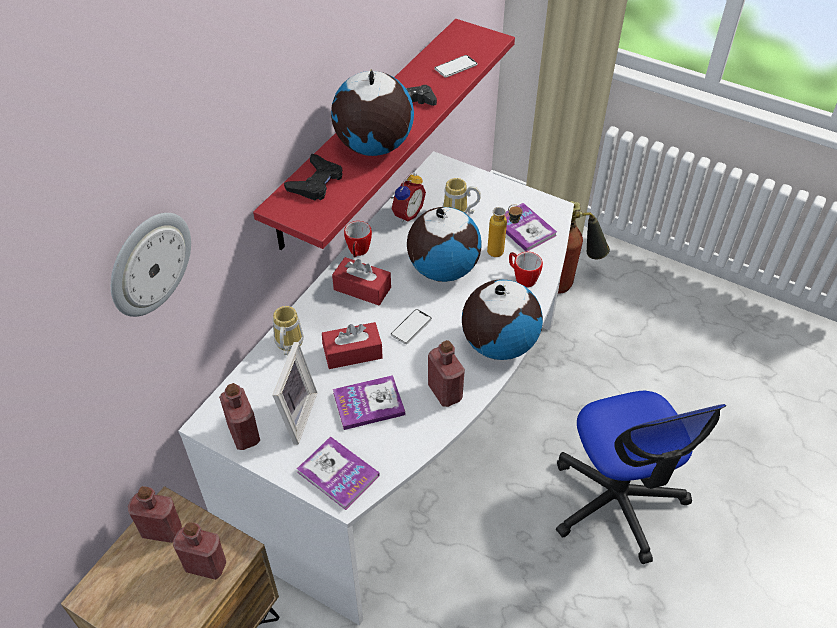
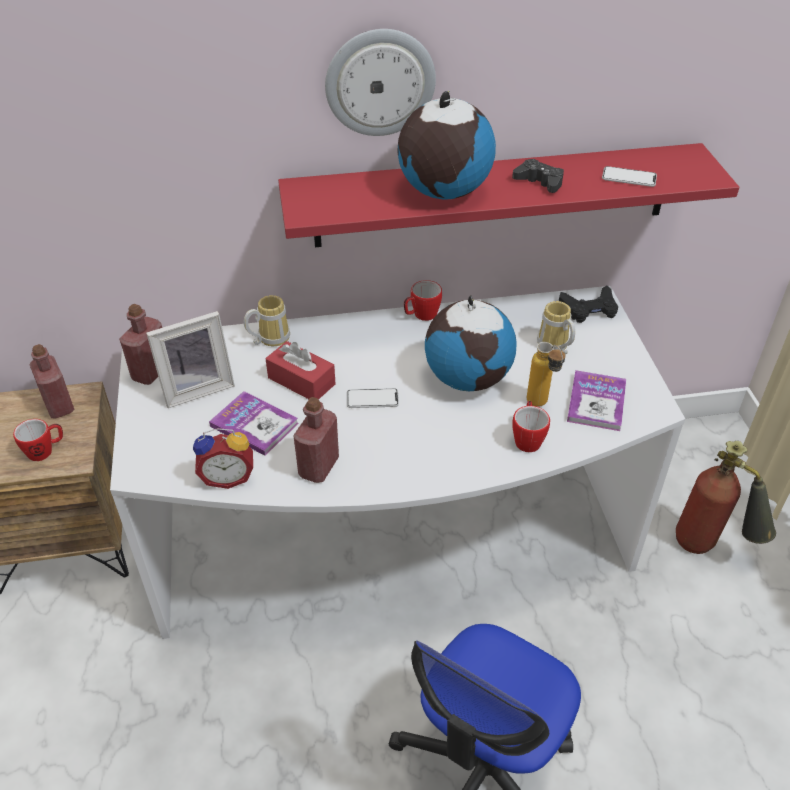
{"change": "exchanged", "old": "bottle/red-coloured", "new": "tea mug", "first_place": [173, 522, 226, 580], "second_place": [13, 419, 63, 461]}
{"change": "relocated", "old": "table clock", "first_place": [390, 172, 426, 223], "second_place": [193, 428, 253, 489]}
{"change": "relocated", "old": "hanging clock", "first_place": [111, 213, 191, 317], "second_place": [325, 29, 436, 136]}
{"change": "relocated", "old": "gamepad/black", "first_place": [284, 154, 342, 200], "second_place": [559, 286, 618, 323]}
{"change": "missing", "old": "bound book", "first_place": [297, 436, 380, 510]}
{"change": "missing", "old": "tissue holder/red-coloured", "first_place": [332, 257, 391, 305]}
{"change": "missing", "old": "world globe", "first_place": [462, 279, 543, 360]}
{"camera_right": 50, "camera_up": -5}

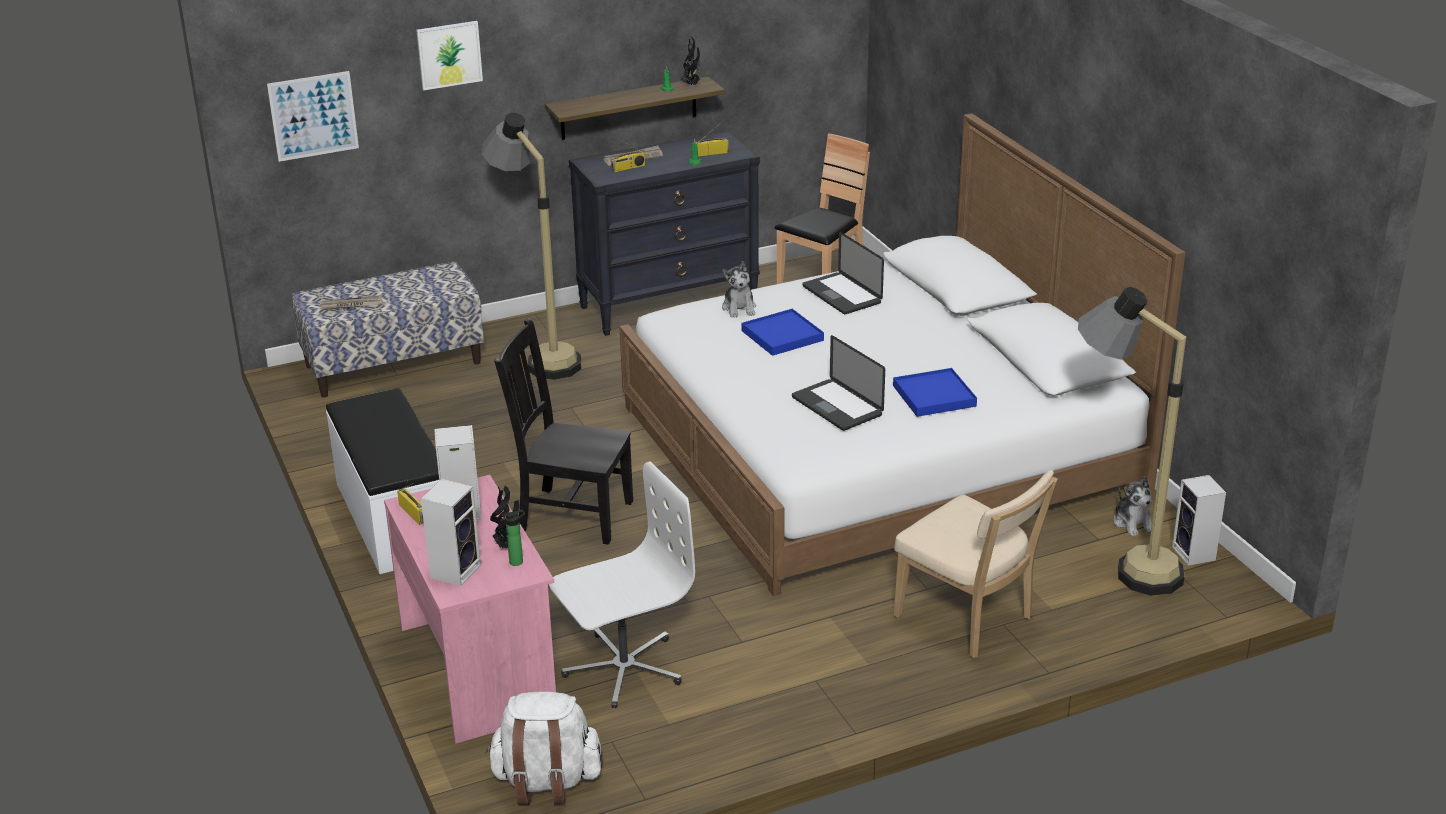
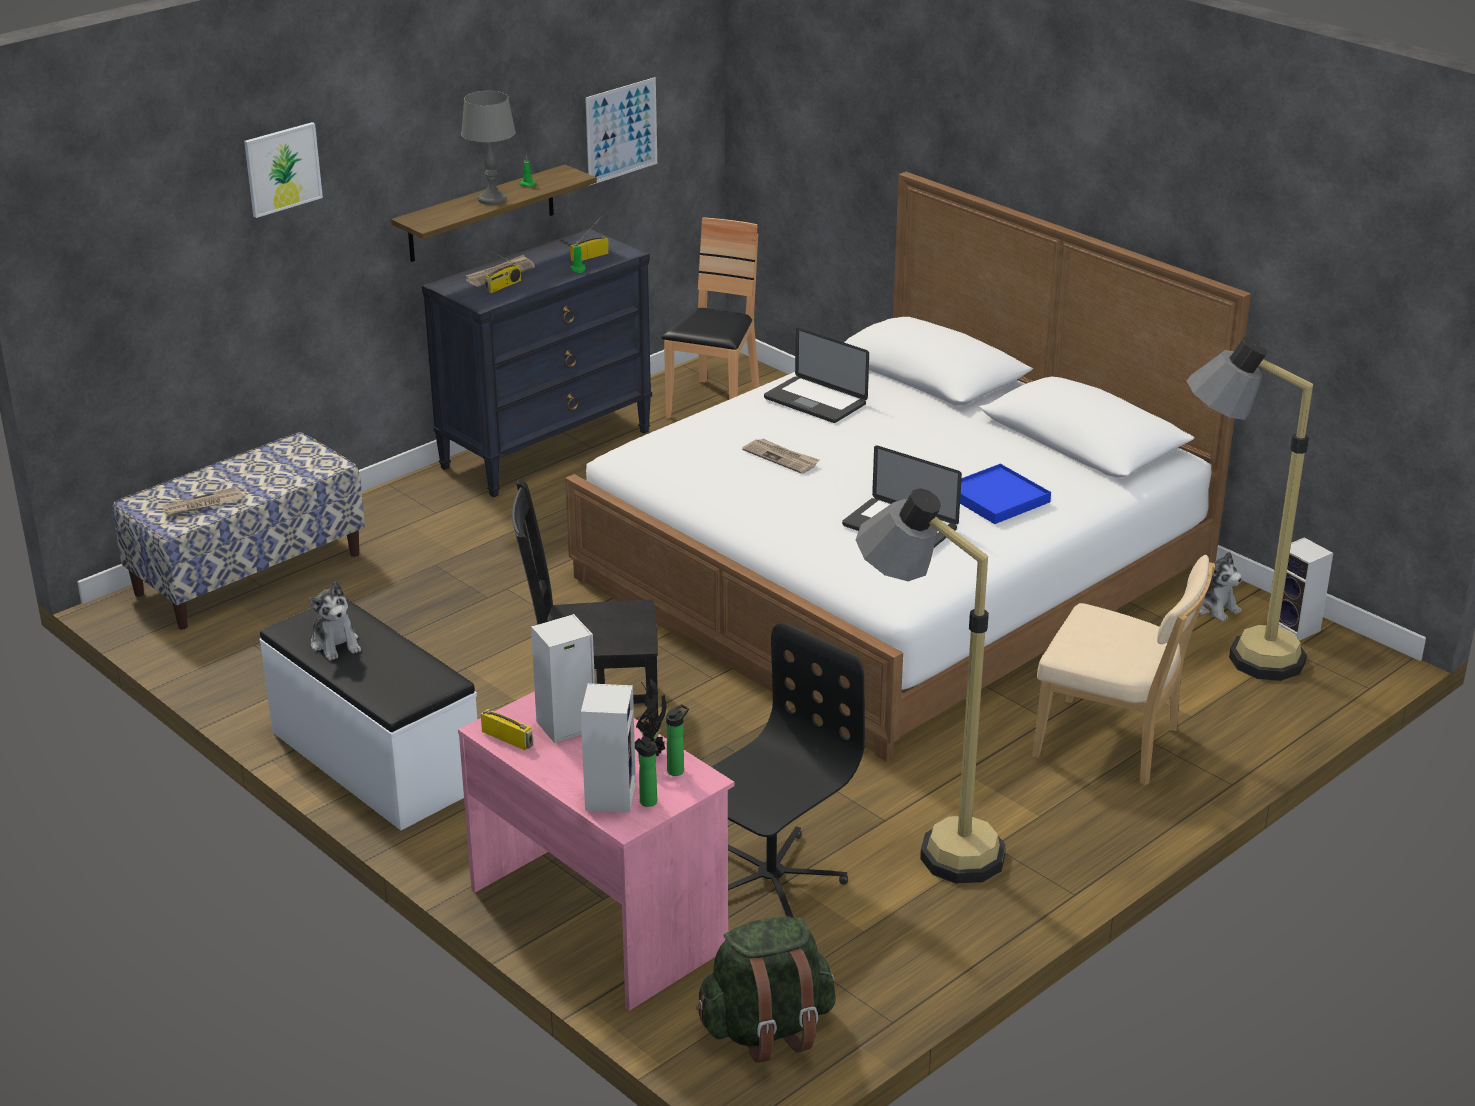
{"change": "relocated", "old": "cuddly toy", "first_place": [722, 261, 756, 318], "second_place": [309, 581, 361, 661]}
{"change": "appeared", "new": "table lamp/grey", "second_place": [461, 91, 516, 205]}
{"change": "relocated", "old": "picture", "first_place": [267, 71, 359, 162], "second_place": [585, 77, 657, 186]}
{"change": "appeared", "new": "bottle", "second_place": [638, 736, 658, 807]}
{"change": "colour", "old": "rucksack/whitish", "new": "rucksack/green-coloured", "first_place": [486, 692, 603, 805], "second_place": [696, 916, 836, 1063]}
{"change": "colour", "old": "desk chair/whitish", "new": "desk chair/black", "first_place": [549, 461, 695, 708], "second_place": [712, 622, 865, 918]}
{"change": "exchanged", "old": "tray/bluish", "new": "newspaper", "first_place": [742, 309, 824, 356], "second_place": [742, 439, 819, 474]}
{"change": "relocated", "old": "floor lamp", "first_place": [482, 113, 581, 380], "second_place": [856, 488, 1006, 884]}
{"change": "missing", "old": "potted plant", "first_place": [681, 37, 700, 86]}
{"camera_right": -20, "camera_up": 0}

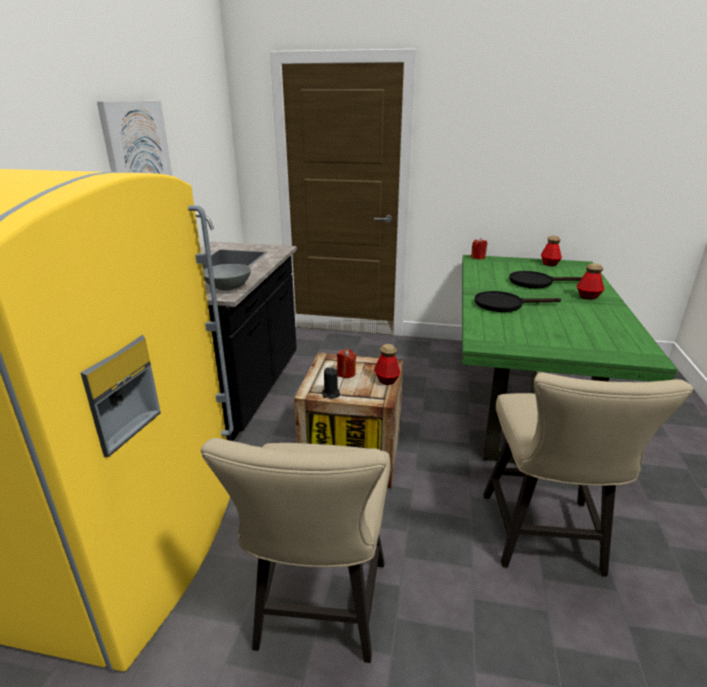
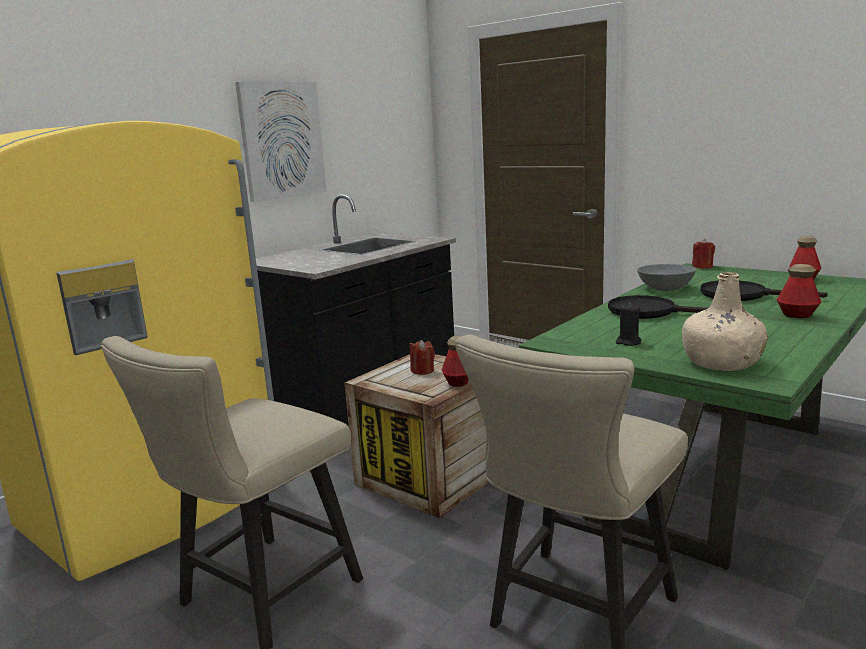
{"change": "relocated", "old": "wax light/black", "first_place": [322, 368, 340, 398], "second_place": [616, 303, 641, 346]}
{"change": "relocated", "old": "serving bowl/grey", "first_place": [203, 264, 251, 291], "second_place": [637, 264, 696, 291]}
{"change": "appeared", "new": "bottle/beige", "second_place": [682, 272, 768, 371]}
{"camera_right": 30, "camera_up": -10}

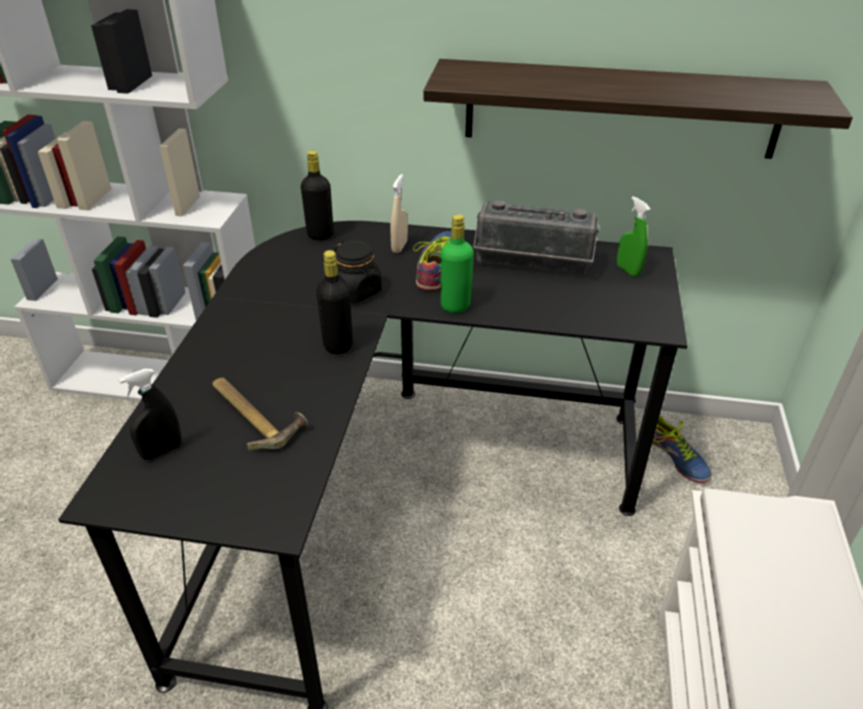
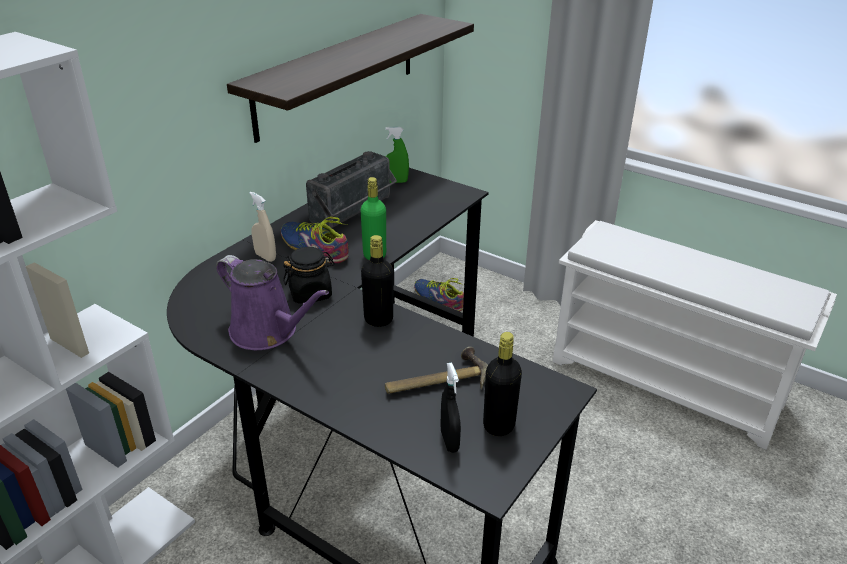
{"change": "appeared", "new": "sprinkling can/purplish", "second_place": [216, 255, 329, 350]}
{"change": "spun", "old": "low shoe", "first_place": [652, 415, 712, 483], "second_place": [414, 278, 464, 311], "degrees": -135}
{"change": "relocated", "old": "bottle/black", "first_place": [301, 151, 334, 240], "second_place": [483, 332, 522, 436]}
{"camera_right": -65, "camera_up": -5}

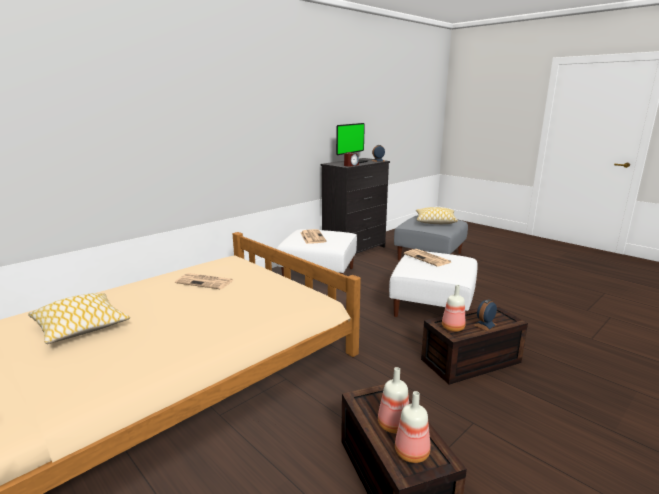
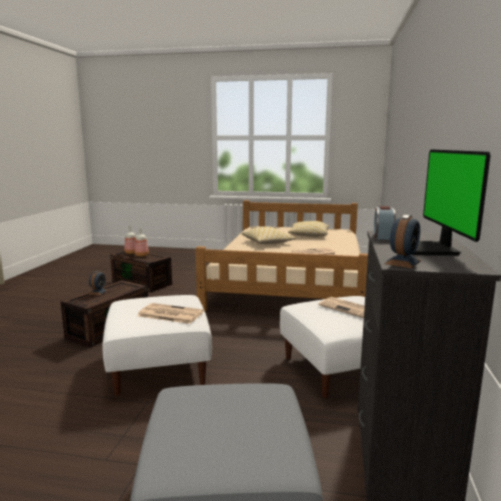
{"change": "relocated", "old": "throw pillow", "first_place": [416, 207, 458, 224], "second_place": [241, 227, 296, 244]}
{"change": "missing", "old": "bottle", "first_place": [442, 285, 465, 332]}
{"camera_right": 145, "camera_up": -5}

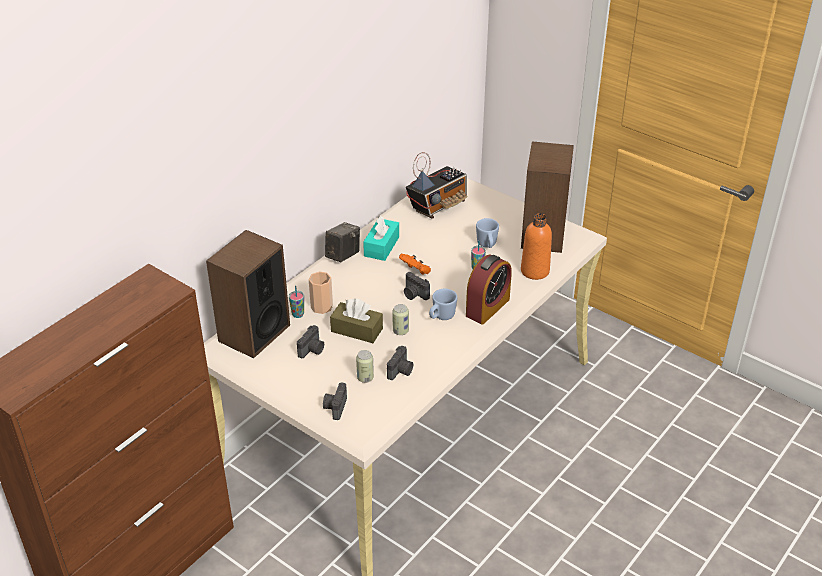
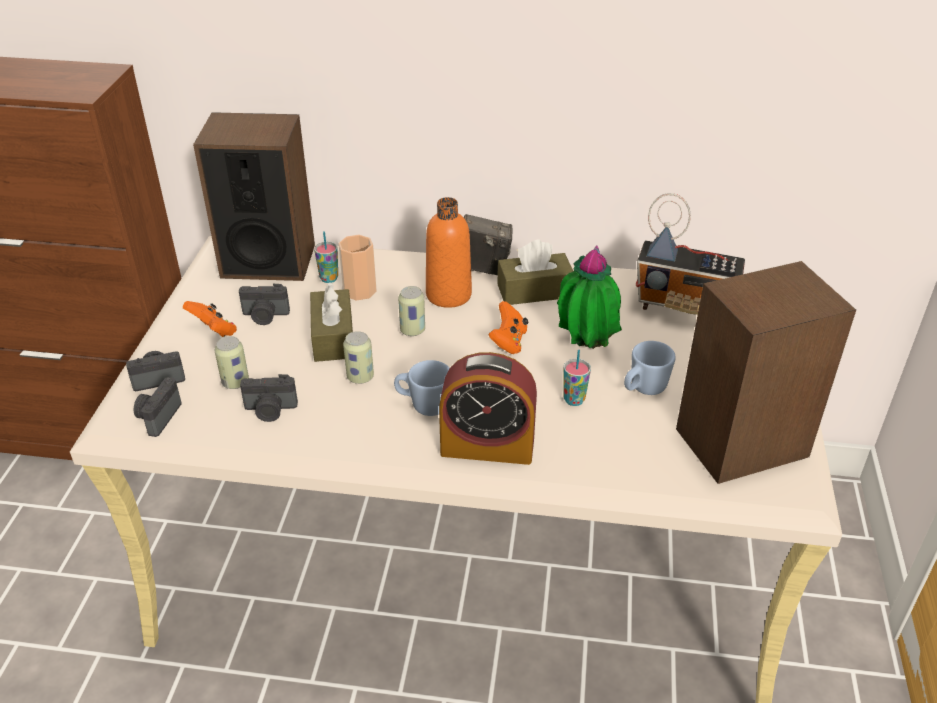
{"change": "relocated", "old": "still camera", "first_place": [404, 272, 430, 300], "second_place": [134, 377, 182, 437]}
{"change": "appeared", "new": "gamepad/orange-coloured", "second_place": [183, 301, 237, 337]}
{"change": "appeared", "new": "sealed can", "second_place": [398, 286, 425, 336]}
{"change": "relocated", "old": "bottle/orange-coloured", "first_place": [521, 213, 552, 280], "second_place": [426, 197, 472, 308]}
{"change": "colour", "old": "tissue holder/blue-green", "new": "tissue holder/brownish", "first_place": [363, 216, 399, 261], "second_place": [497, 239, 573, 305]}
{"change": "appeared", "new": "potted plant", "second_place": [557, 246, 622, 349]}
{"camera_right": 60, "camera_up": 0}

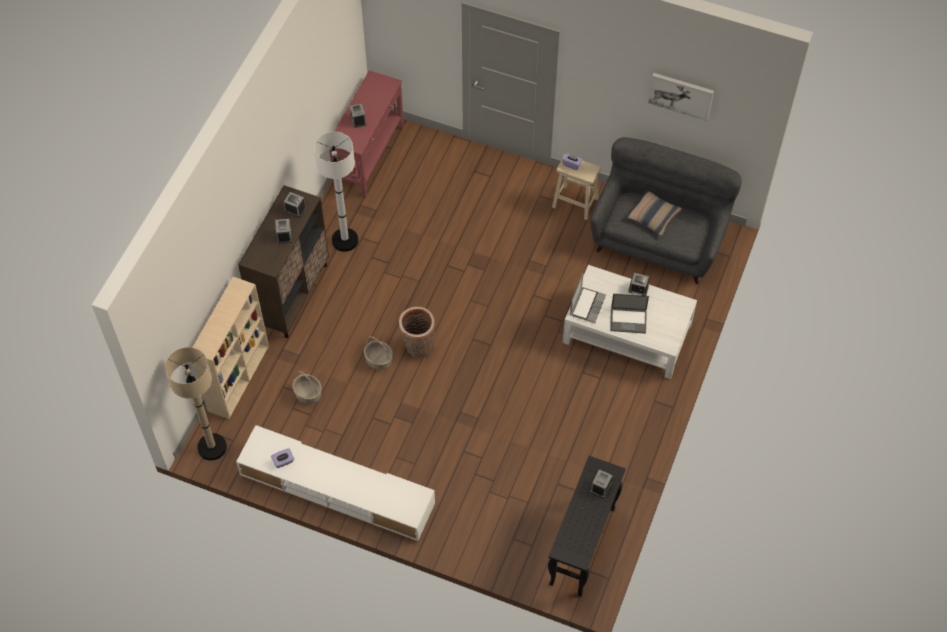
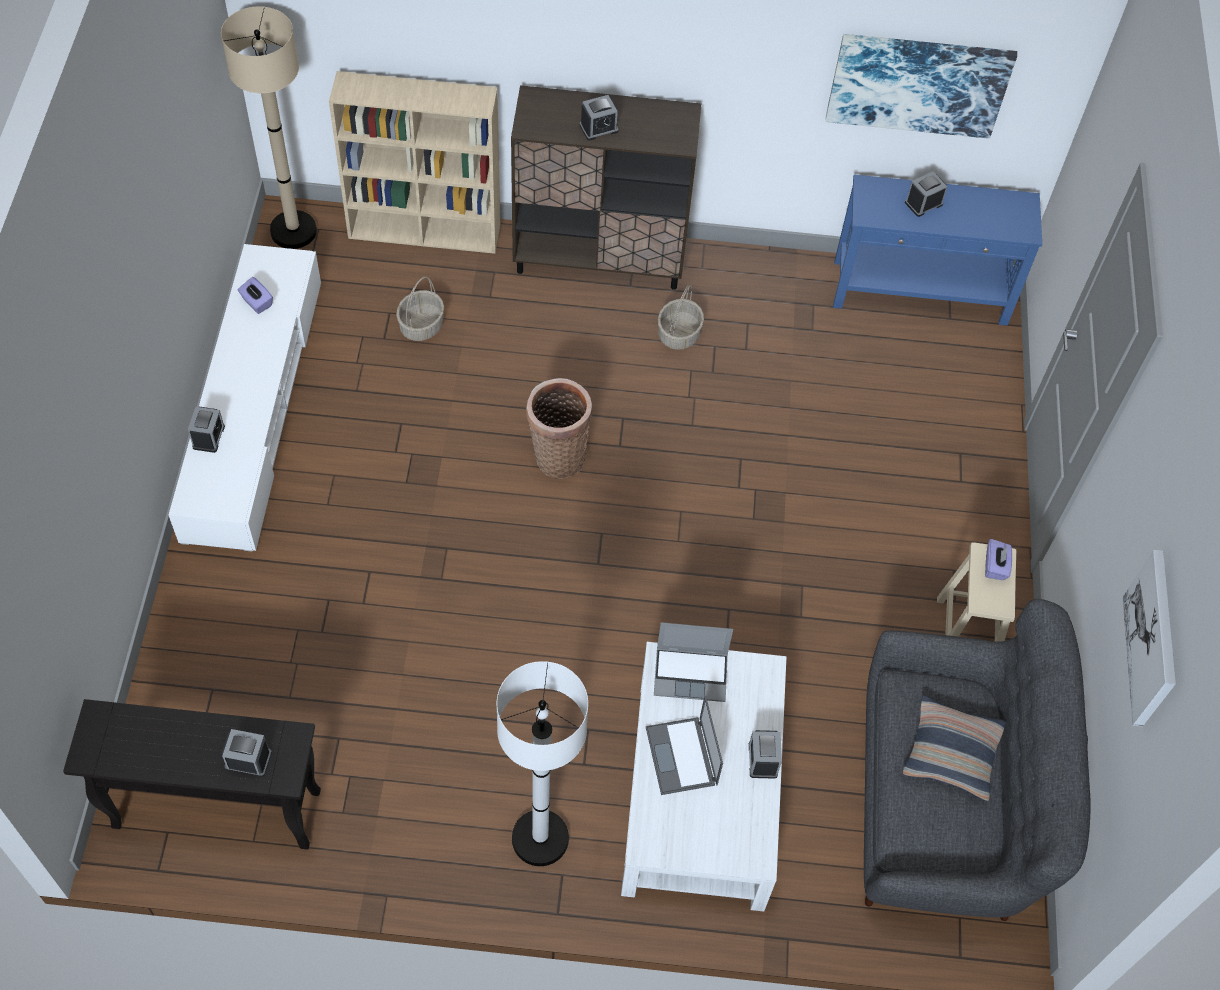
{"change": "relocated", "old": "table clock", "first_place": [284, 192, 306, 217], "second_place": [188, 407, 225, 453]}
{"change": "relocated", "old": "floor lamp/whitish", "first_place": [314, 132, 358, 252], "second_place": [497, 661, 588, 866]}
{"change": "relocated", "old": "basket", "first_place": [364, 336, 393, 370], "second_place": [658, 285, 704, 350]}
{"change": "appeared", "new": "picture", "second_place": [826, 34, 1017, 139]}
{"change": "colour", "old": "narrow table/red-coloured", "new": "narrow table/bluish", "first_place": [329, 70, 404, 197], "second_place": [833, 174, 1042, 326]}
{"camera_right": 70, "camera_up": 0}

